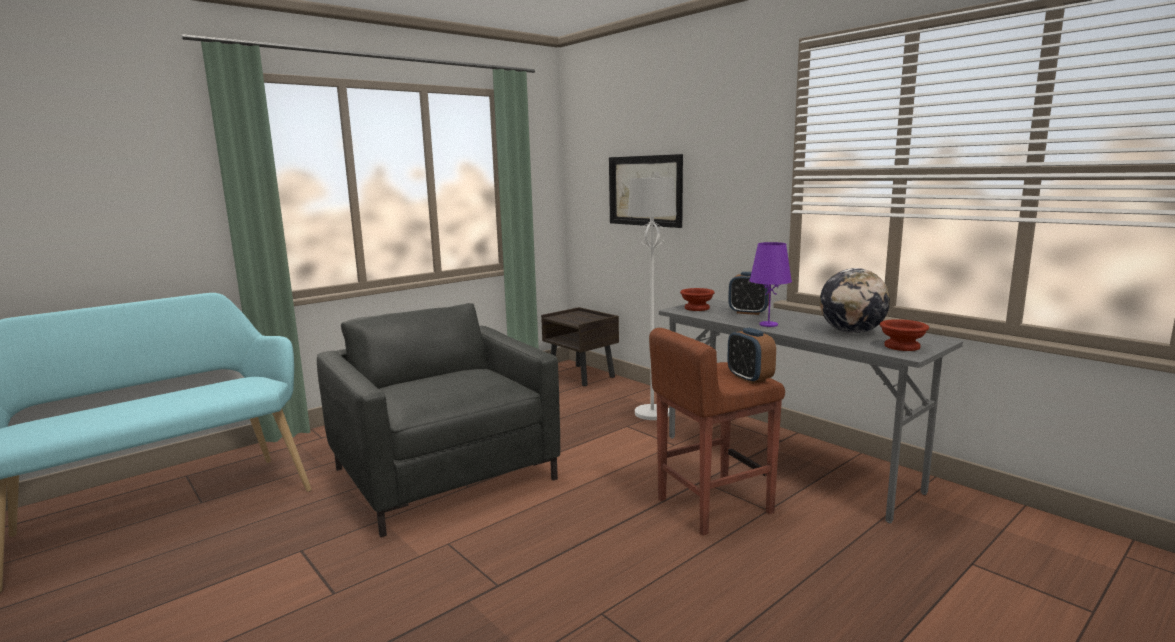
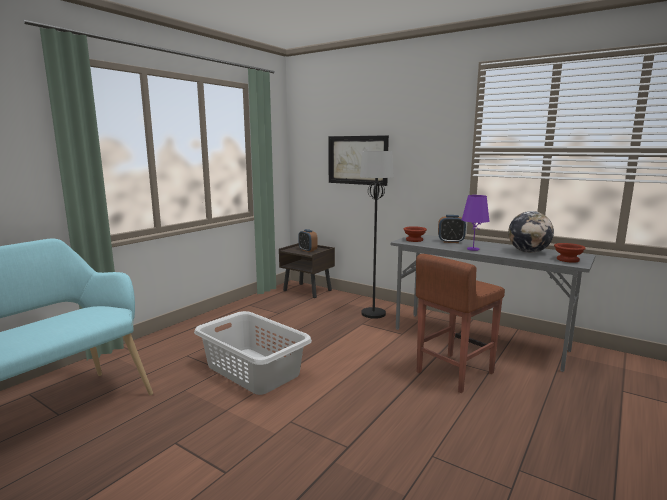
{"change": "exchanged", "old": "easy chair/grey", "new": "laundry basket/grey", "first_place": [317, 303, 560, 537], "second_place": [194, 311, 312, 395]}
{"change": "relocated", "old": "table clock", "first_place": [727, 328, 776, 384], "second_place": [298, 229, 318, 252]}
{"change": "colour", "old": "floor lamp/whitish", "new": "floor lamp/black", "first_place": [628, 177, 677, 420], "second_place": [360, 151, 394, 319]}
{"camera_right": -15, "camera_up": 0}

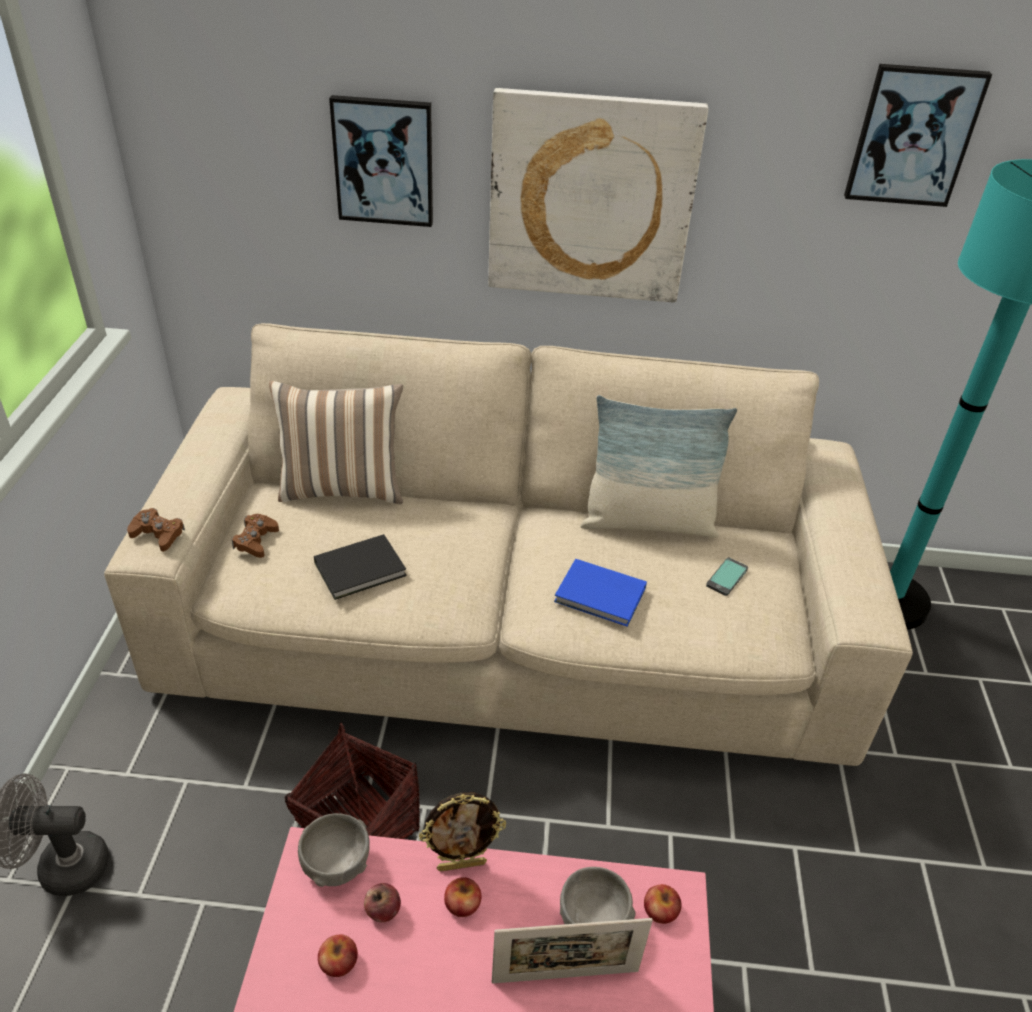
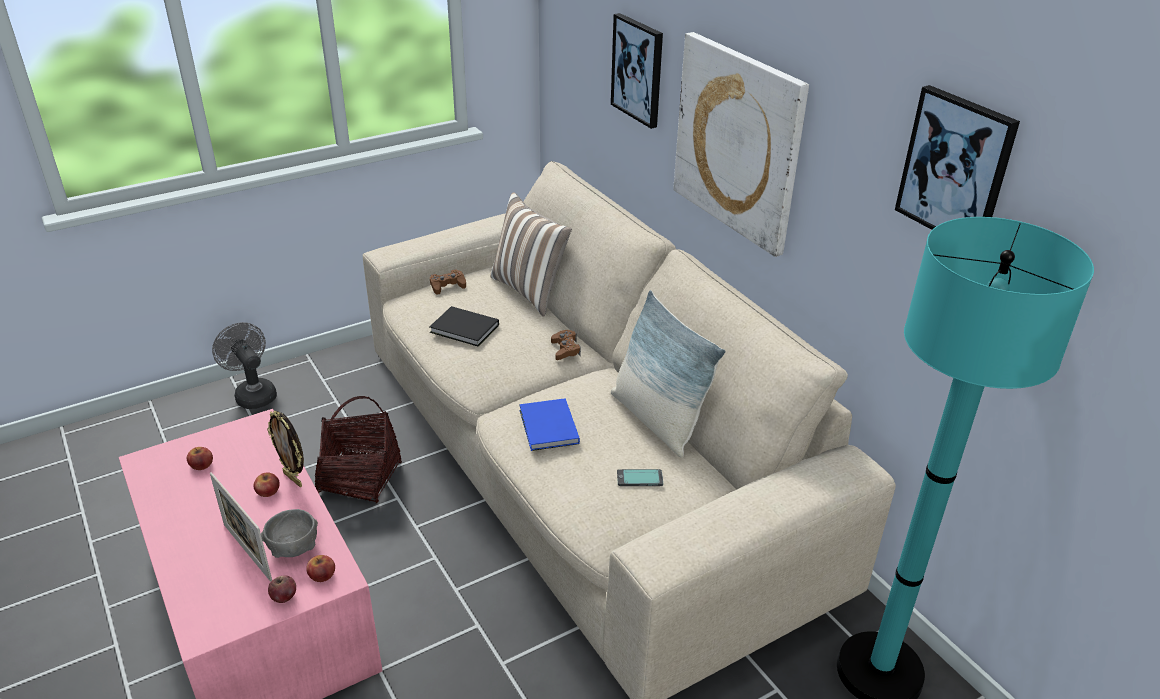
{"change": "relocated", "old": "apple", "first_place": [364, 883, 401, 922], "second_place": [268, 576, 296, 603]}
{"change": "relocated", "old": "gamepad/brownish", "first_place": [127, 508, 185, 552], "second_place": [551, 330, 581, 360]}
{"change": "missing", "old": "serving bowl/grey", "first_place": [298, 813, 370, 887]}
{"camera_right": 55, "camera_up": -5}

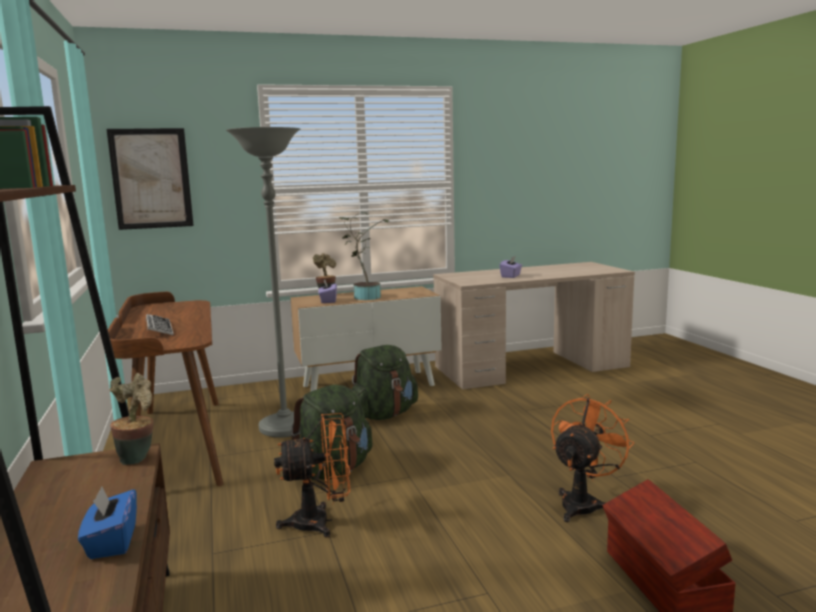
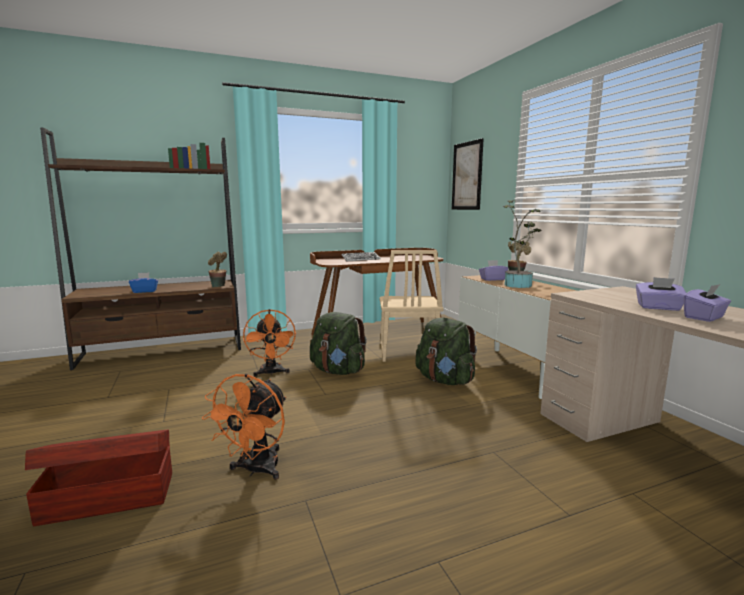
{"change": "spun", "old": "electric fan/orange-coloured", "first_place": [551, 394, 634, 522], "second_place": [202, 374, 286, 480], "degrees": 75}
{"change": "exchanged", "old": "floor lamp/grey", "new": "chair/beige", "first_place": [226, 127, 301, 438], "second_place": [379, 250, 444, 362]}
{"change": "appeared", "new": "tissue holder/purplish", "second_place": [684, 284, 731, 322]}
{"camera_right": 85, "camera_up": 0}

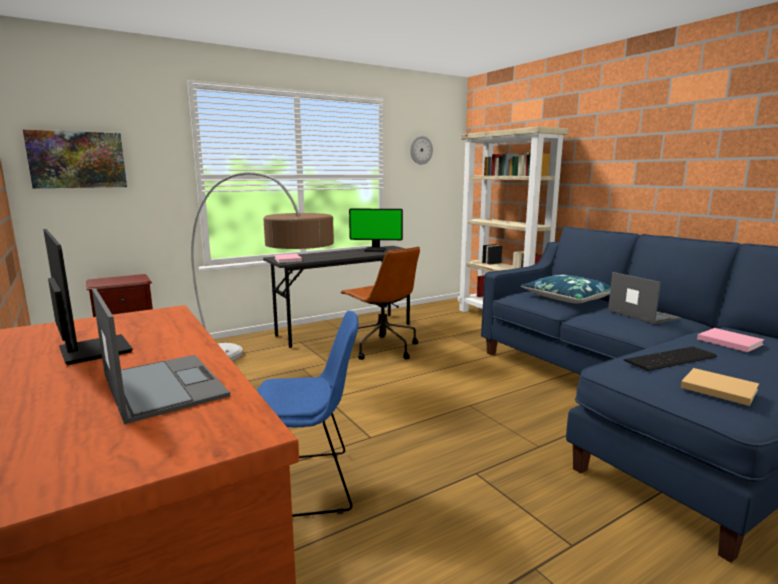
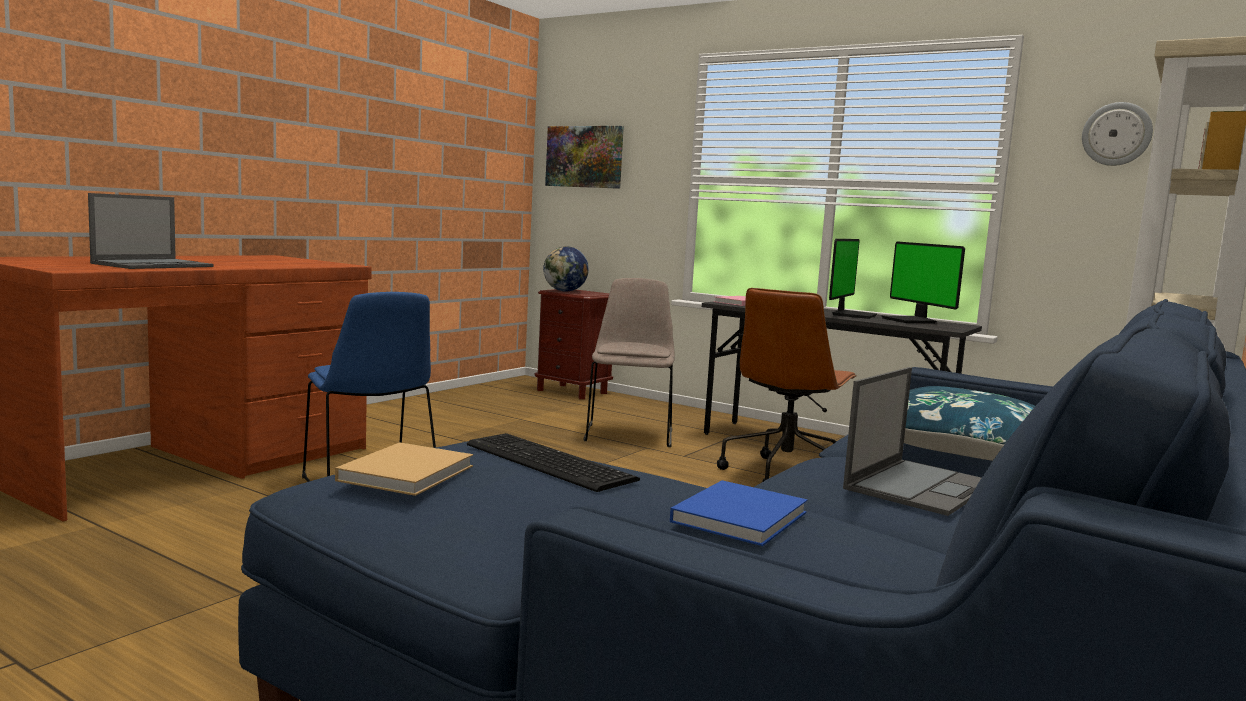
{"change": "appeared", "new": "world globe", "second_place": [543, 246, 589, 291]}
{"change": "exchanged", "old": "floor lamp", "new": "chair/beige", "first_place": [191, 172, 334, 361], "second_place": [583, 278, 675, 447]}
{"change": "colour", "old": "bound book/pink-coloured", "new": "bound book/bluish", "first_place": [697, 328, 765, 352], "second_place": [670, 480, 808, 546]}
{"change": "relocated", "old": "computer display", "first_place": [43, 229, 133, 365], "second_place": [829, 239, 877, 319]}
{"camera_right": 65, "camera_up": -5}

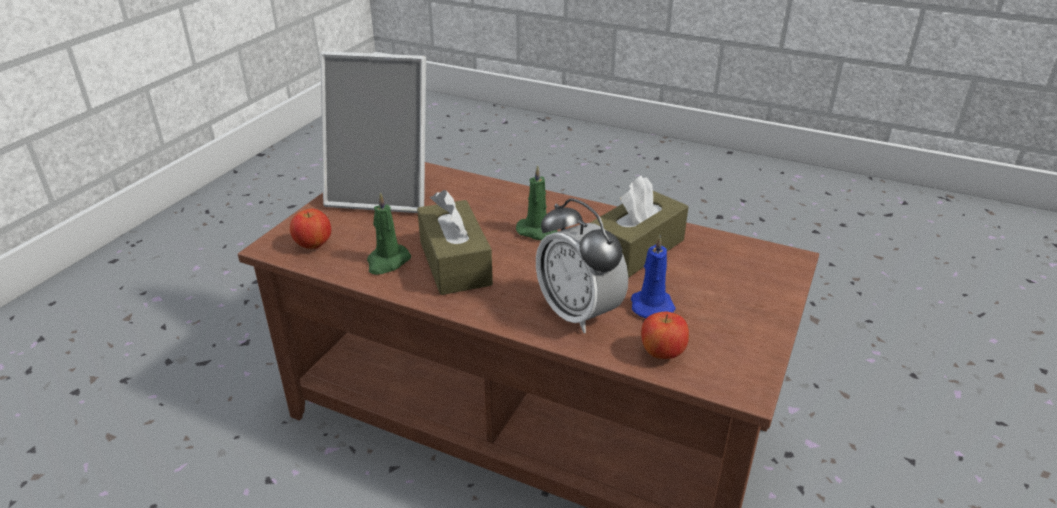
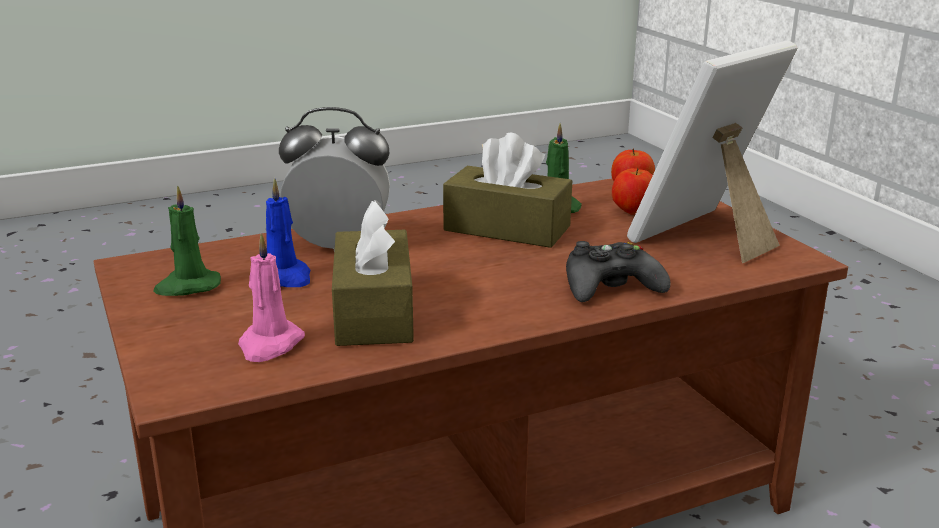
{"change": "relocated", "old": "wax light/green-coloured", "first_place": [516, 165, 558, 240], "second_place": [153, 186, 221, 296]}
{"change": "appeared", "new": "wax light/pink-coloured", "second_place": [238, 233, 305, 362]}
{"change": "appeared", "new": "gamepad/black", "second_place": [566, 241, 670, 302]}
{"change": "relocated", "old": "apple", "first_place": [641, 312, 689, 359], "second_place": [612, 168, 653, 215]}
{"camera_right": 130, "camera_up": -10}

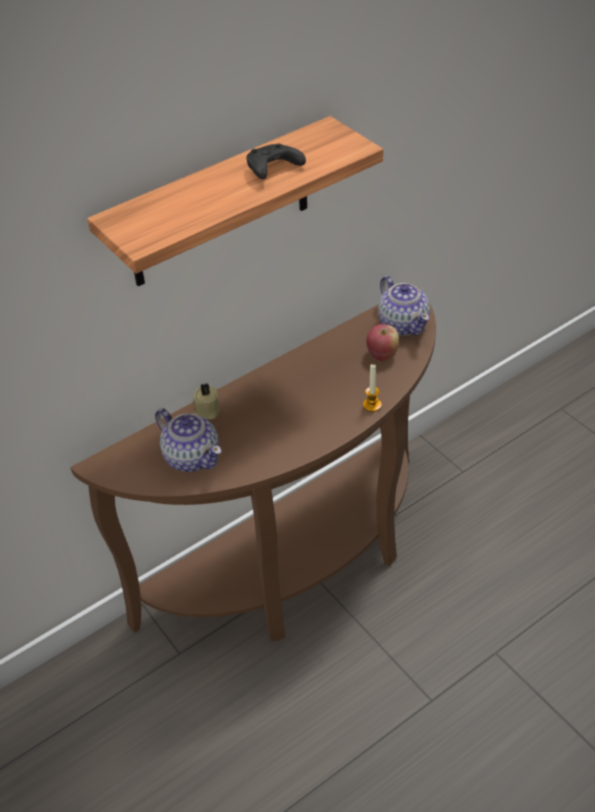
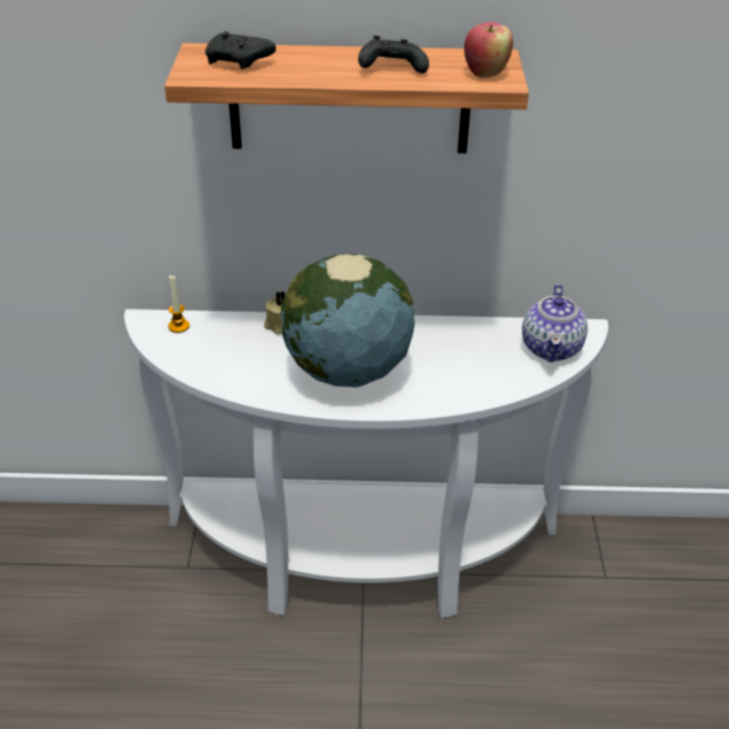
{"change": "colour", "old": "narrow table/brownish", "new": "narrow table/whitish", "first_place": [70, 285, 436, 642], "second_place": [124, 309, 608, 618]}
{"change": "relocated", "old": "wax light", "first_place": [363, 364, 382, 412], "second_place": [168, 275, 190, 333]}
{"change": "appeared", "new": "gamepad/black", "second_place": [205, 31, 276, 69]}
{"change": "appeared", "new": "world globe", "second_place": [281, 254, 415, 387]}
{"change": "relocated", "old": "apple", "first_place": [366, 324, 399, 362], "second_place": [464, 22, 513, 78]}
{"change": "missing", "old": "tea pot", "first_place": [155, 408, 222, 472]}
{"camera_right": 35, "camera_up": -5}

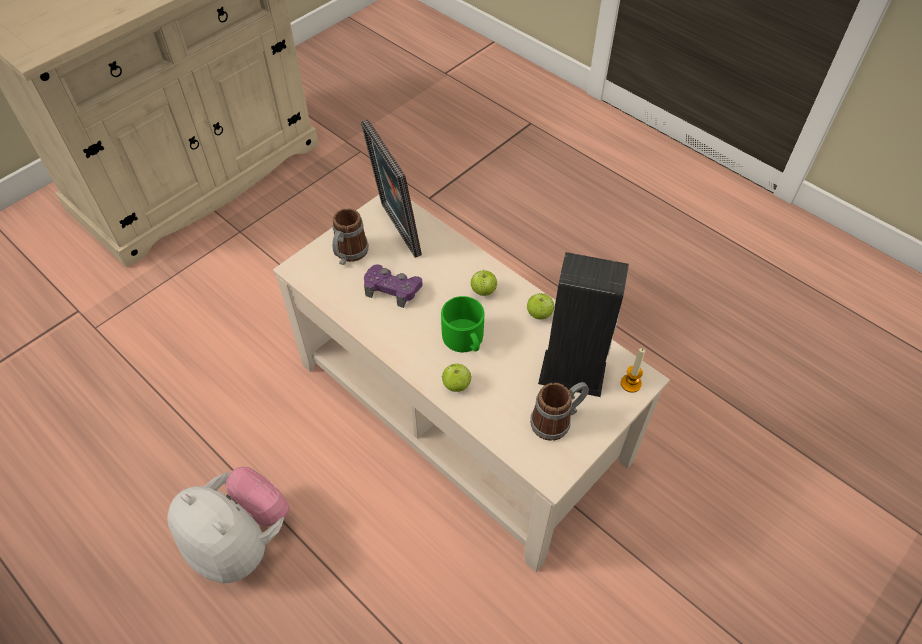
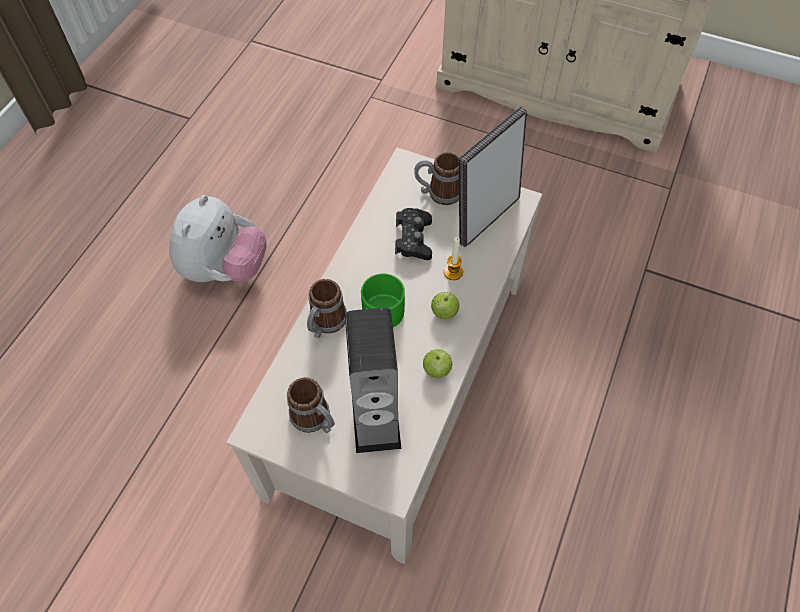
{"change": "exchanged", "old": "apple", "new": "tea mug", "first_place": [442, 363, 471, 392], "second_place": [307, 279, 347, 338]}
{"change": "colour", "old": "gamepad/purplish", "new": "gamepad/black", "first_place": [364, 265, 422, 308], "second_place": [395, 208, 432, 260]}
{"change": "relocated", "old": "wax light", "first_place": [621, 348, 645, 393], "second_place": [444, 237, 463, 280]}
{"camera_right": 70, "camera_up": 5}

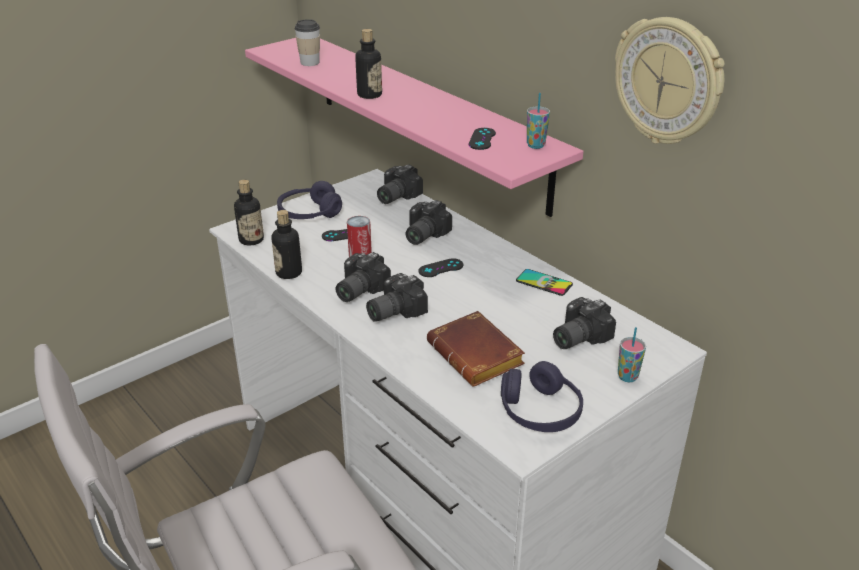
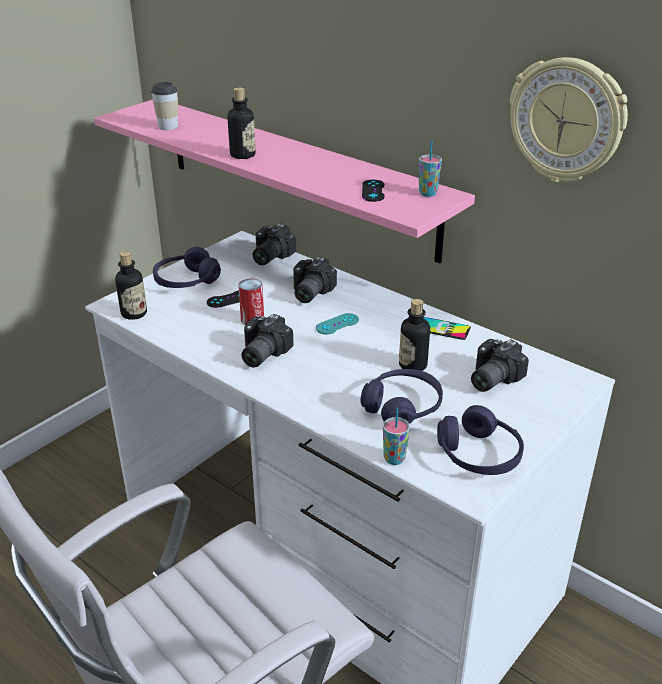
{"change": "colour", "old": "gamepad/black", "new": "gamepad/blue-green", "first_place": [418, 258, 463, 277], "second_place": [316, 313, 359, 334]}
{"change": "exchanged", "old": "bound book/brownish", "new": "pair of headphones/purplish", "first_place": [427, 311, 525, 387], "second_place": [361, 369, 443, 424]}
{"change": "relocated", "old": "cup", "first_place": [618, 327, 646, 382], "second_place": [383, 408, 410, 465]}
{"change": "relocated", "old": "bottle", "first_place": [272, 210, 302, 279], "second_place": [399, 299, 430, 371]}
{"change": "missing", "old": "still camera", "first_place": [366, 273, 428, 322]}
{"camera_right": -10, "camera_up": 0}

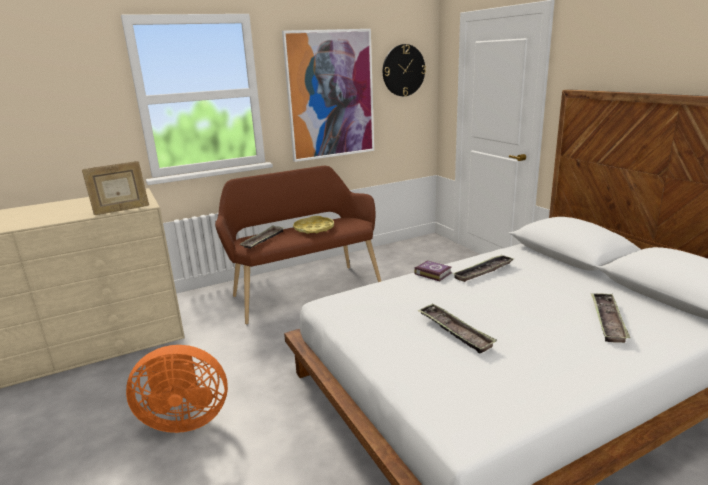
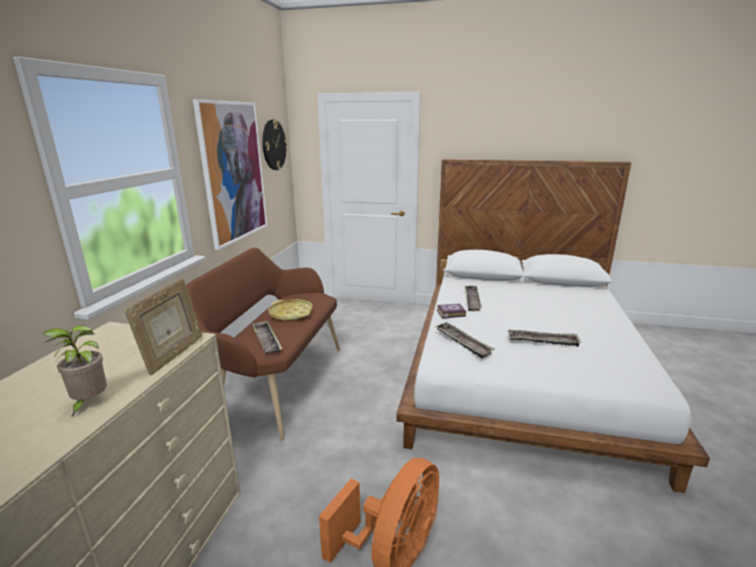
{"change": "appeared", "new": "potted plant", "second_place": [42, 325, 107, 416]}
{"change": "relocated", "old": "tray", "first_place": [591, 293, 631, 343], "second_place": [435, 322, 495, 359]}
{"camera_right": -50, "camera_up": 0}

